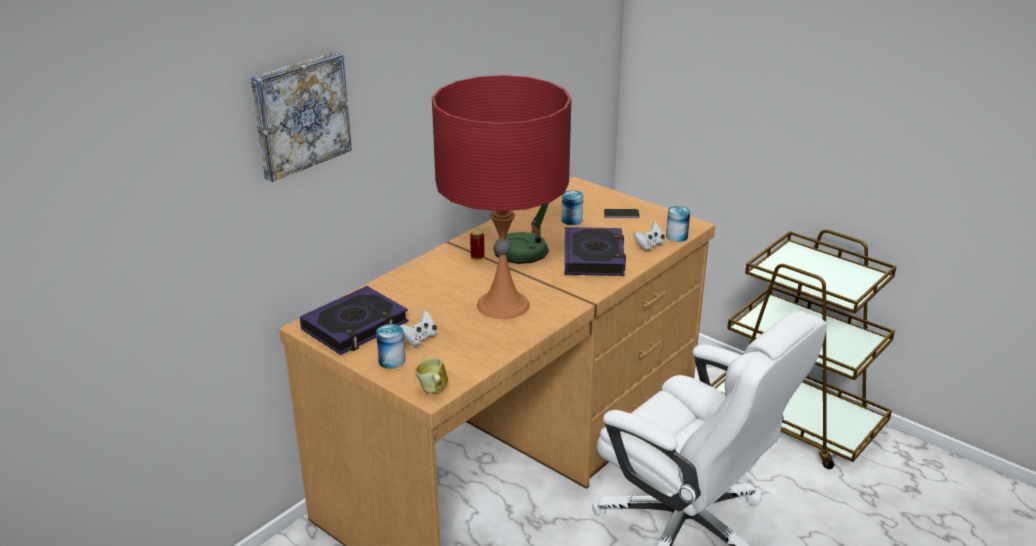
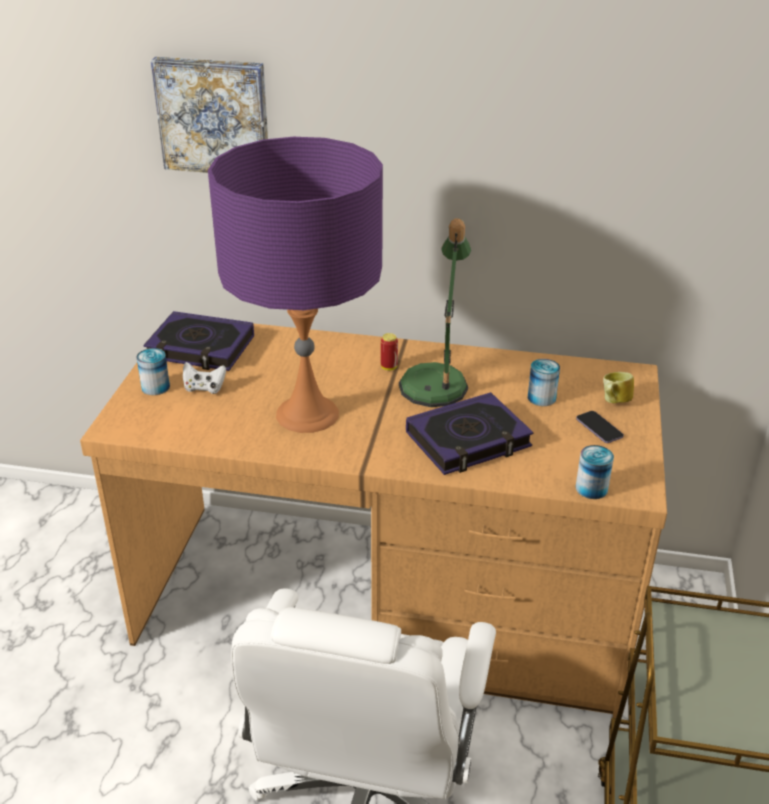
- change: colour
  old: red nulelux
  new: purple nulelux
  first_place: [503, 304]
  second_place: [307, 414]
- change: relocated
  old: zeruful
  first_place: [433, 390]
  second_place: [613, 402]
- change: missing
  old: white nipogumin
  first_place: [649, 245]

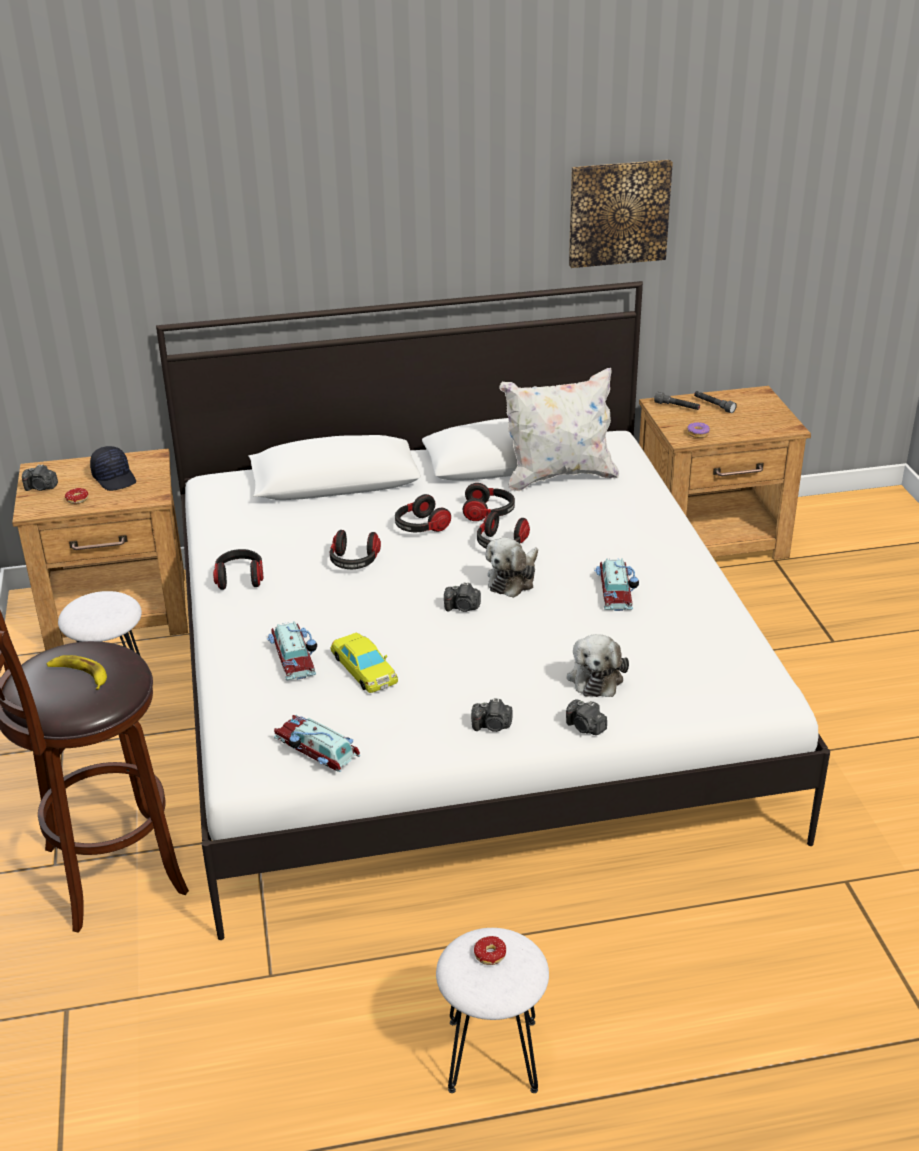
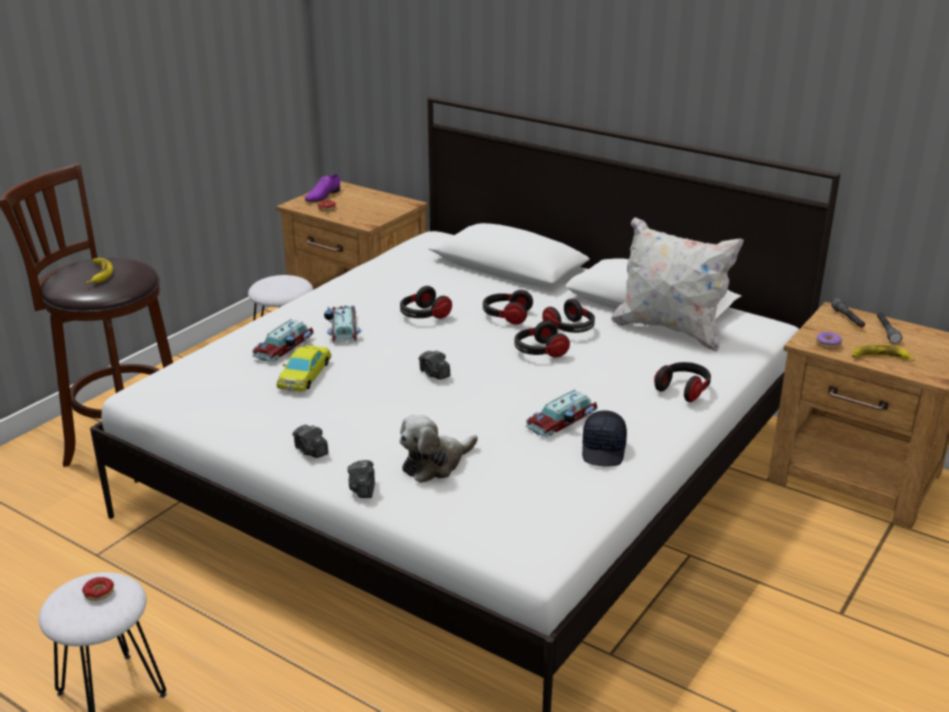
- change: exchanged
  old: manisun
  new: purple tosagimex
  first_place: [41, 488]
  second_place: [322, 195]
- change: relocated
  old: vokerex
  first_place: [316, 750]
  second_place: [342, 329]
- change: relocated
  old: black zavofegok
  first_place: [115, 478]
  second_place: [604, 450]
- change: relocated
  old: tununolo
  first_place: [240, 578]
  second_place: [683, 390]
- change: appeared
  new: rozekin
  second_place: [879, 358]
- change: missing
  old: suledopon
  first_place: [513, 579]
- change: missing
  old: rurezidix
  first_place: [618, 212]

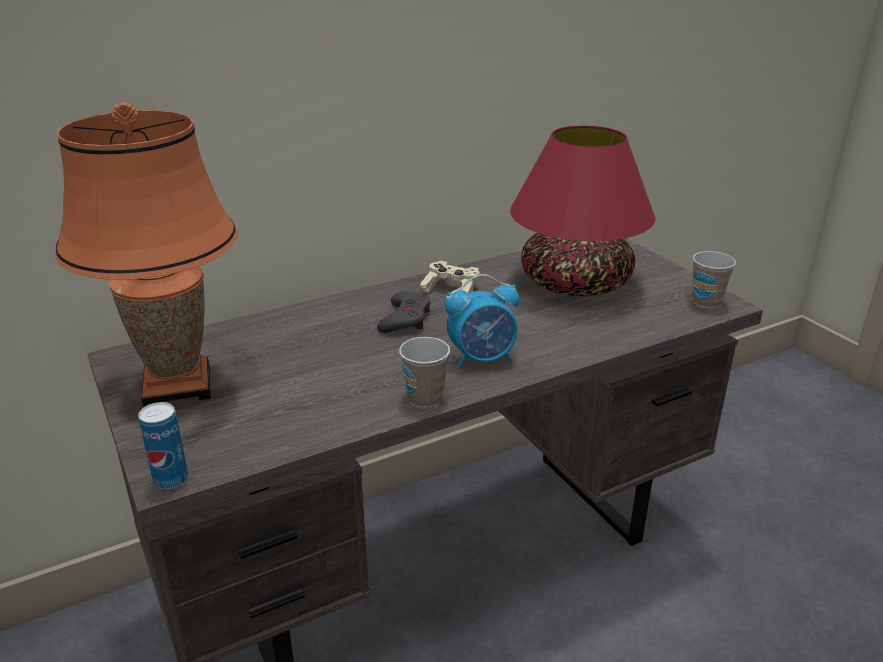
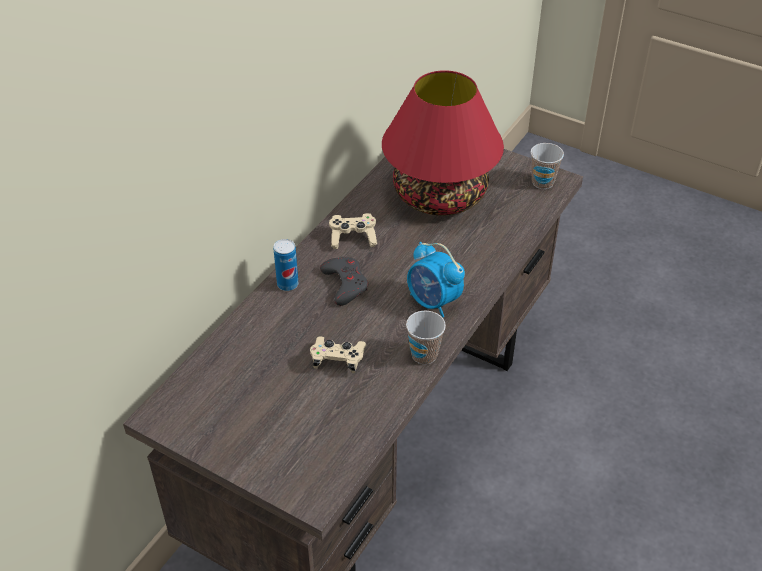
- change: relocated
  old: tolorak
  first_place: [171, 479]
  second_place: [287, 284]
- change: appeared
  new: beige nipogumin
  second_place: [338, 360]
- change: spun
  old: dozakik
  first_place: [482, 359]
  second_place: [433, 302]
  degrees: 90
- change: missing
  old: orange nulelux
  first_place: [178, 386]

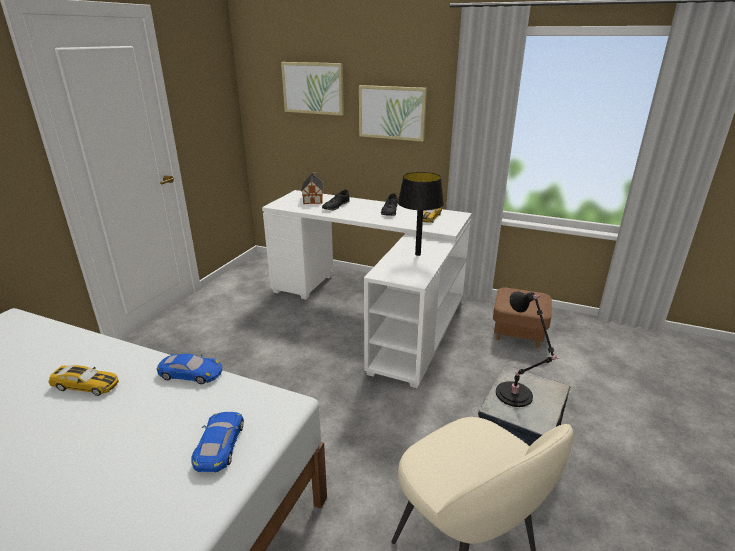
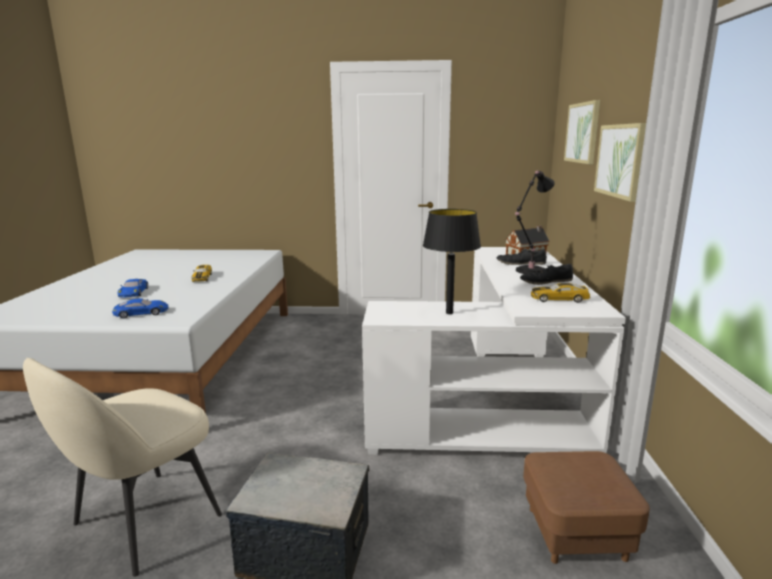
- change: relocated
  old: blue vokerex
  first_place: [191, 373]
  second_place: [133, 292]
- change: relocated
  old: black nulelux
  first_place: [515, 396]
  second_place: [529, 271]

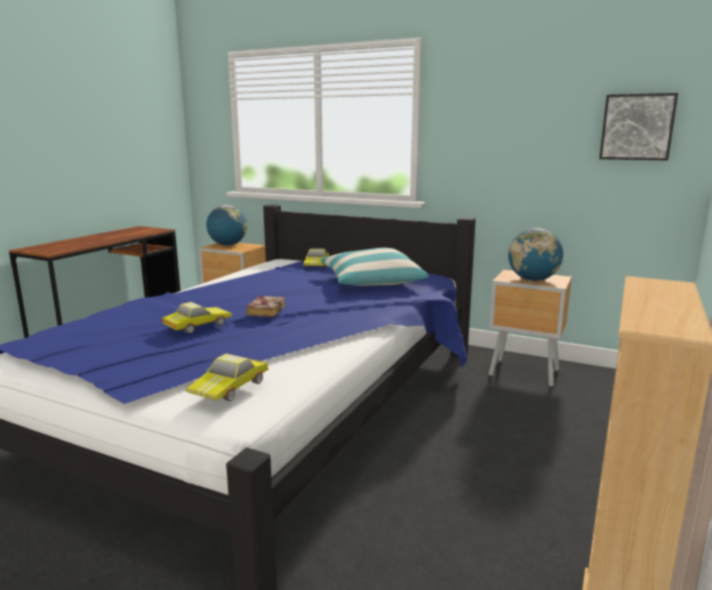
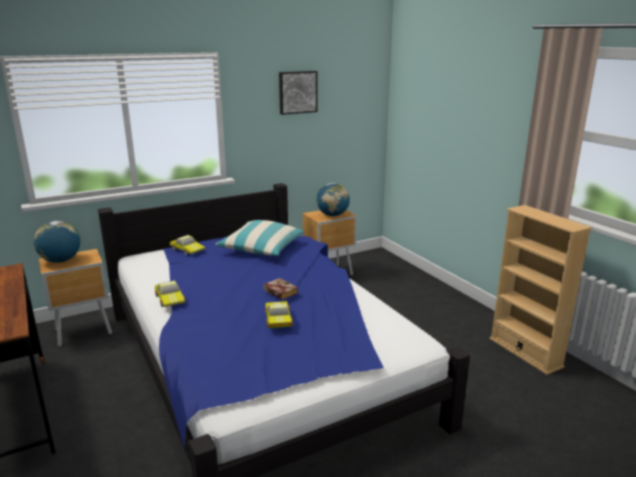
- change: relocated
  old: vokerex
  first_place: [231, 387]
  second_place: [171, 298]
- change: relocated
  old: rurezidix
  first_place: [637, 127]
  second_place: [297, 92]

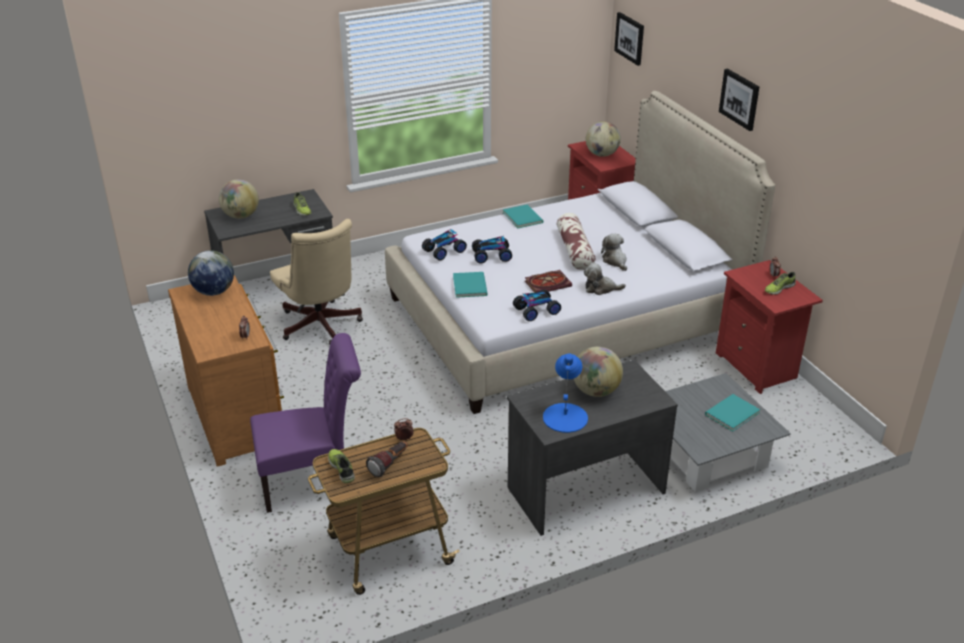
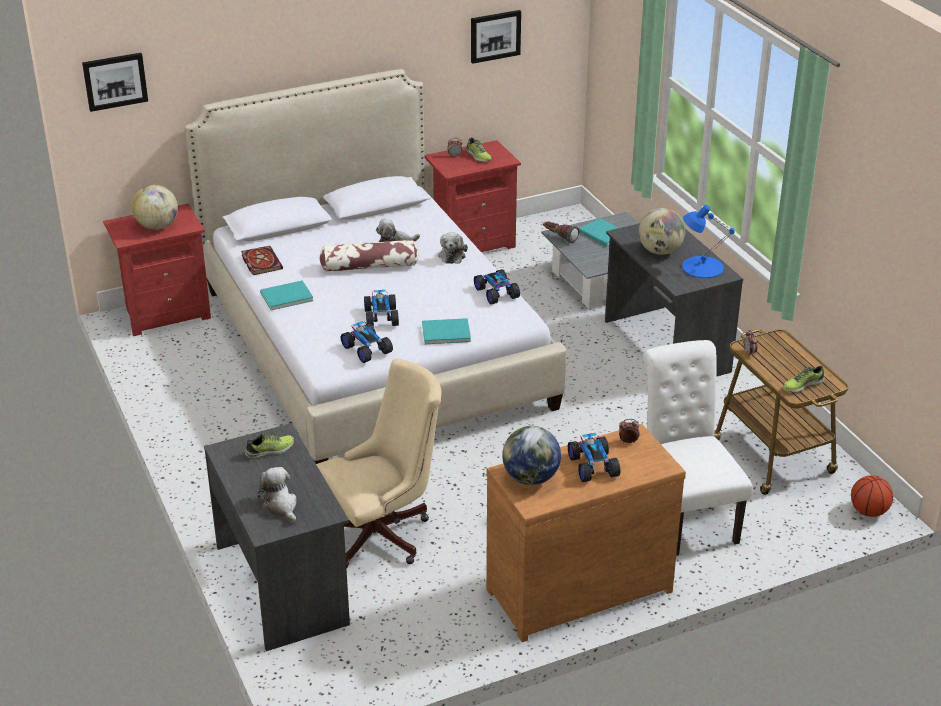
- change: relocated
  old: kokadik
  first_place: [548, 283]
  second_place: [260, 262]
- change: exchanged
  old: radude
  new: suledopon
  first_place: [241, 216]
  second_place: [280, 506]
- change: relocated
  old: rurezidix
  first_place: [740, 99]
  second_place: [495, 36]
- change: relocated
  old: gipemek
  first_place: [390, 464]
  second_place: [559, 237]
- change: appeared
  new: vokerex
  second_place: [592, 466]
- change: colour
  old: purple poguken
  new: white poguken
  first_place: [313, 482]
  second_place: [685, 514]
- change: appeared
  new: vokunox
  second_place: [869, 511]

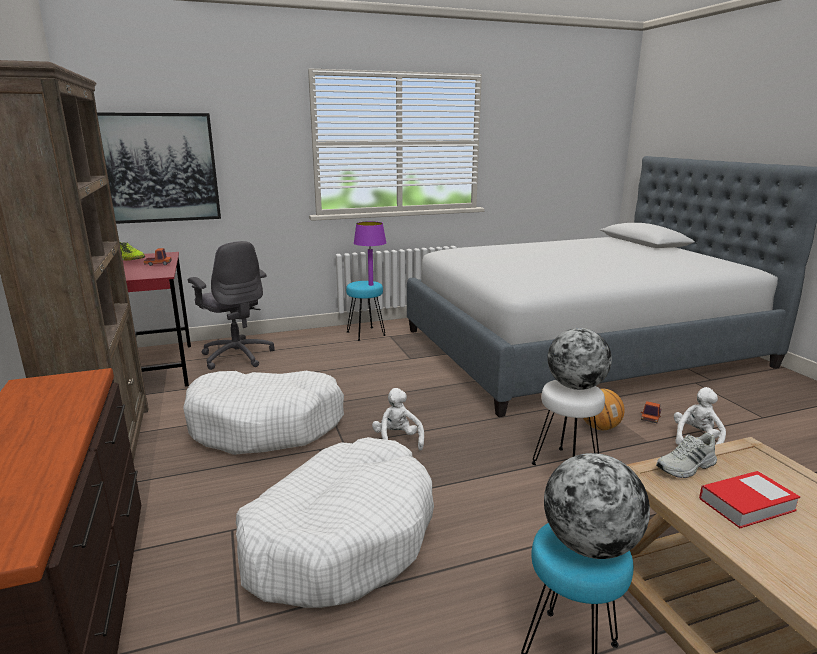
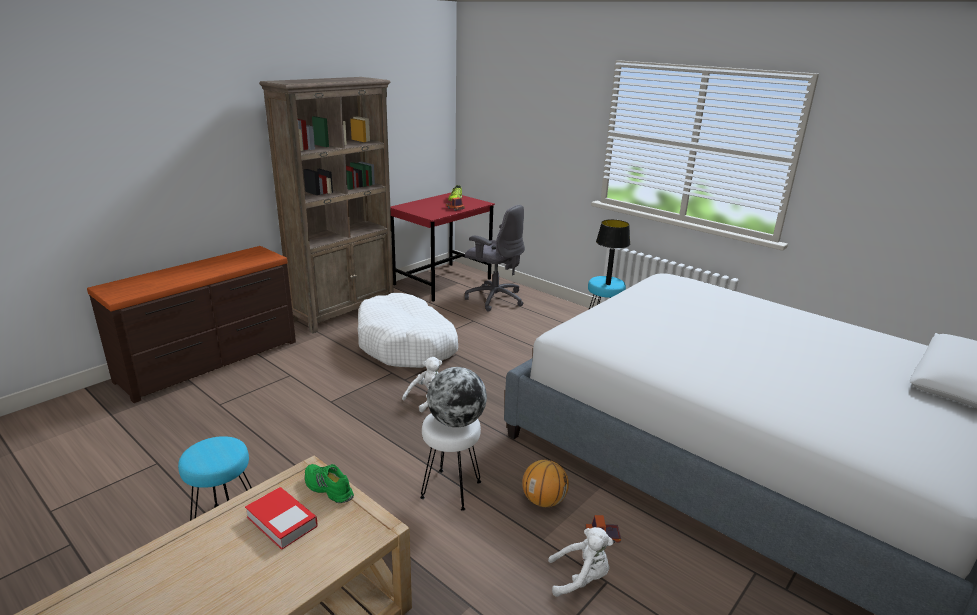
- change: colour
  old: white tosagimex
  new: green tosagimex
  first_place: [686, 467]
  second_place: [327, 488]
- change: spun
  old: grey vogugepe
  first_place: [237, 356]
  second_place: [494, 299]
  degrees: -75
- change: colour
  old: purple nulelux
  new: black nulelux
  first_place: [371, 285]
  second_place: [608, 284]
- change: missing
  old: rurezidix
  first_place: [160, 168]
- change: missing
  old: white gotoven
  first_place: [340, 537]
- change: missing
  old: radude
  first_place: [590, 545]

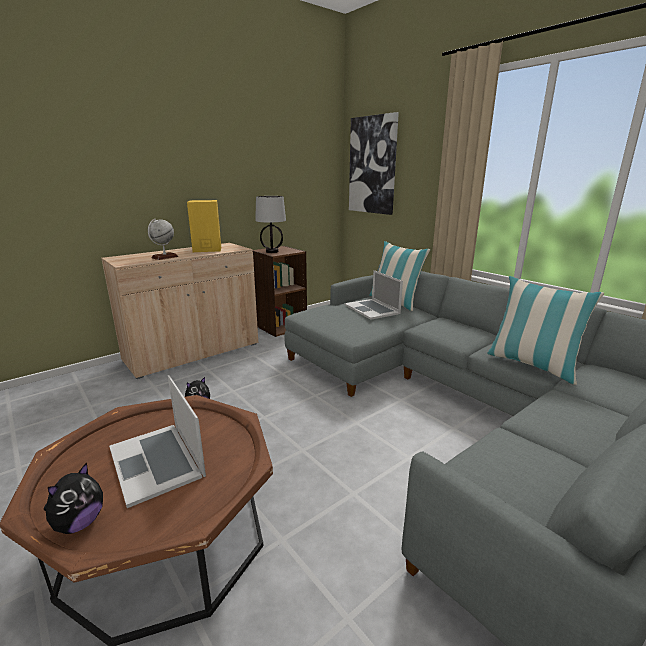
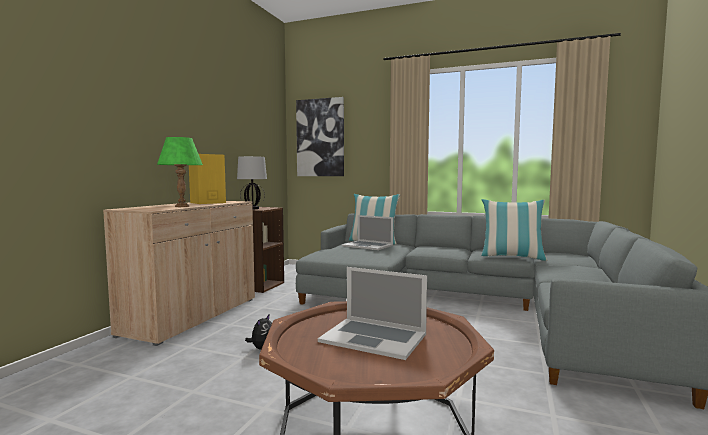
- change: exchanged
  old: radude
  new: green nulelux
  first_place: [164, 257]
  second_place: [181, 206]
- change: missing
  old: suledopon
  first_place: [79, 523]

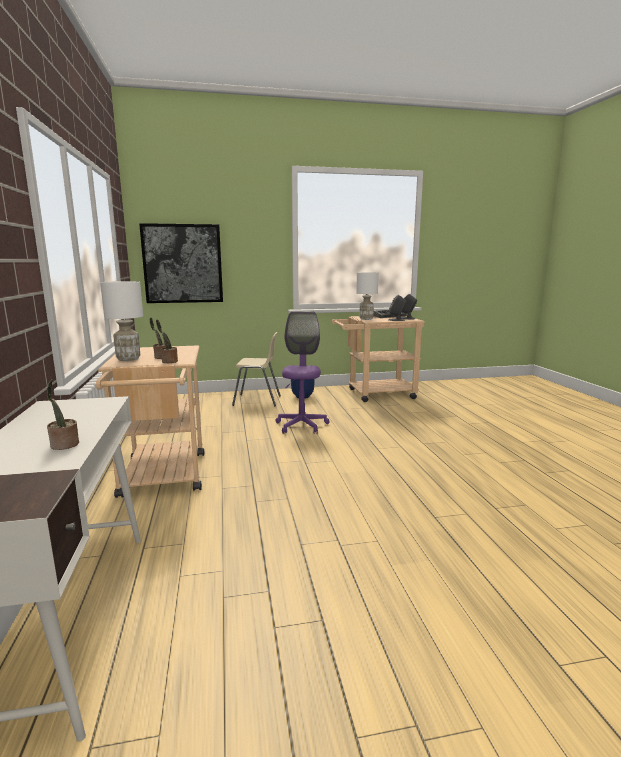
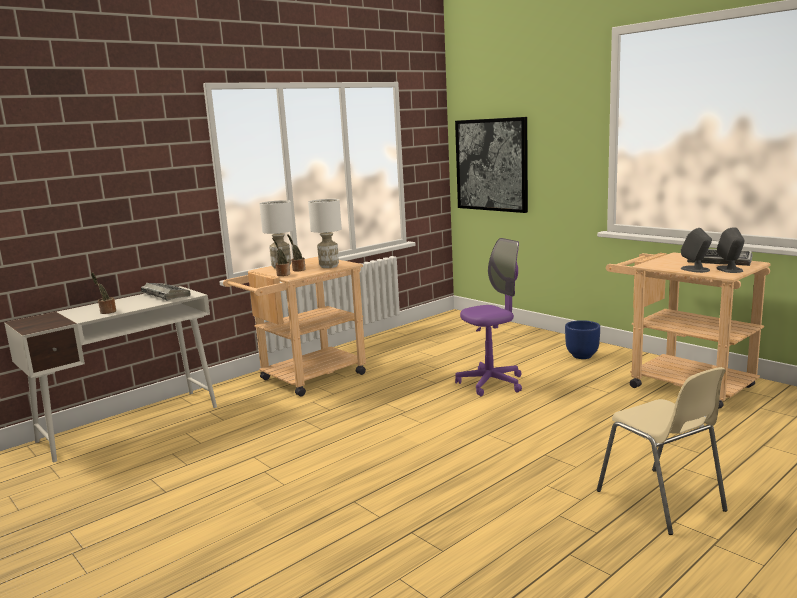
- change: appeared
  new: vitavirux
  second_place: [165, 295]
- change: relocated
  old: white nulelux
  first_place: [366, 319]
  second_place: [329, 266]
- change: relocated
  old: beige poguken
  first_place: [257, 400]
  second_place: [661, 501]

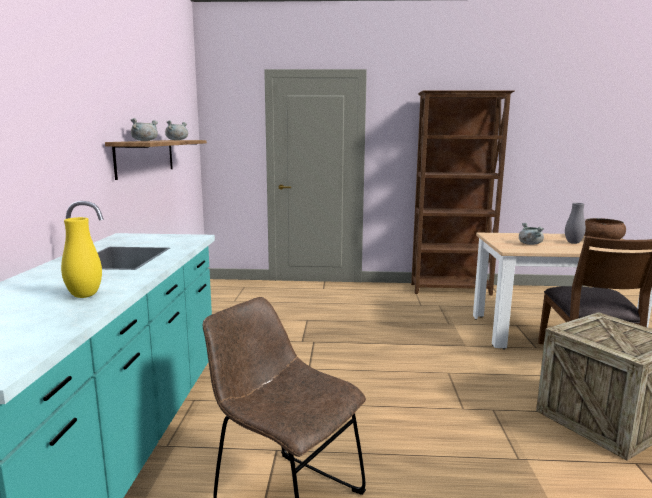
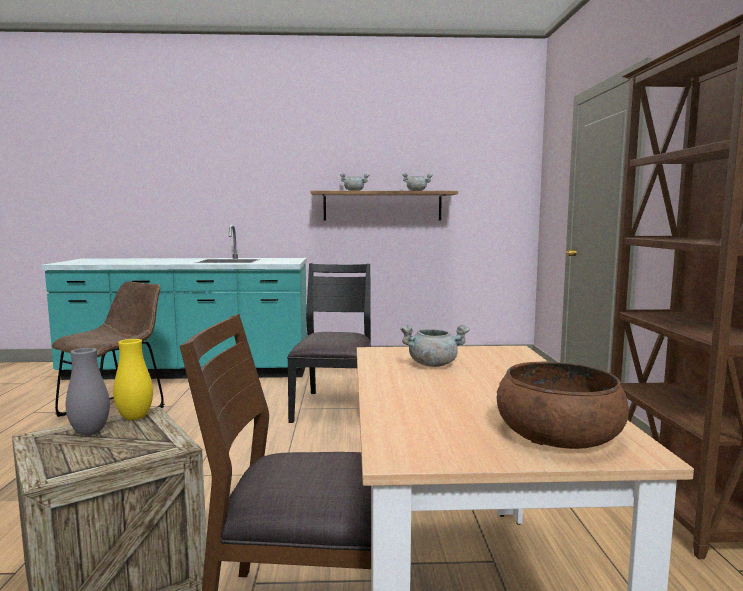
- change: relocated
  old: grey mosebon
  first_place: [573, 243]
  second_place: [90, 432]
- change: relocated
  old: yellow mosebon
  first_place: [84, 295]
  second_place: [135, 417]
- change: appeared
  new: black poguken
  second_place: [335, 407]

